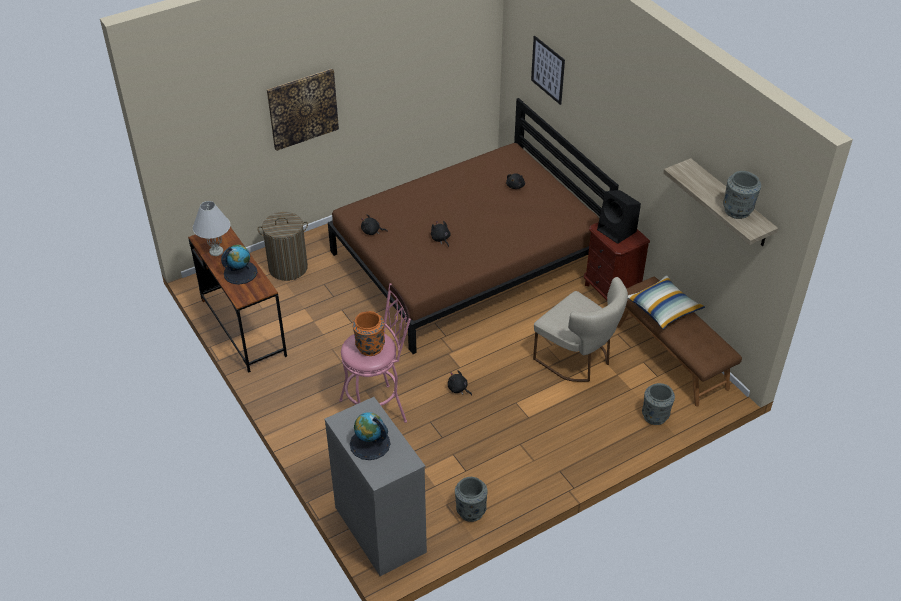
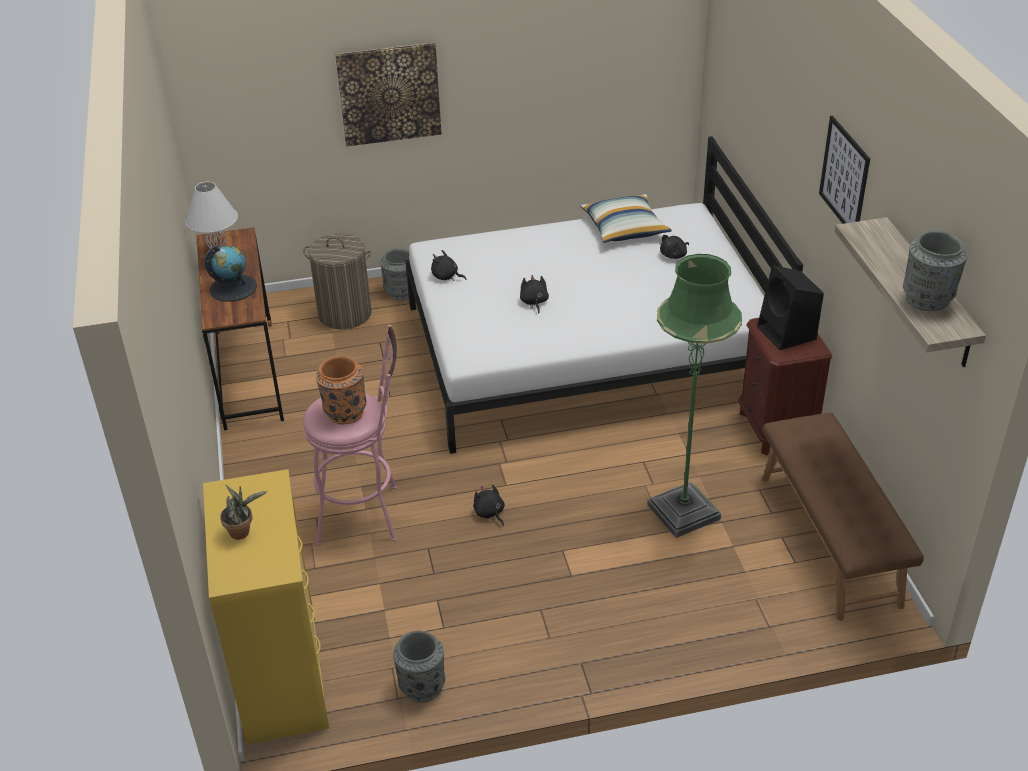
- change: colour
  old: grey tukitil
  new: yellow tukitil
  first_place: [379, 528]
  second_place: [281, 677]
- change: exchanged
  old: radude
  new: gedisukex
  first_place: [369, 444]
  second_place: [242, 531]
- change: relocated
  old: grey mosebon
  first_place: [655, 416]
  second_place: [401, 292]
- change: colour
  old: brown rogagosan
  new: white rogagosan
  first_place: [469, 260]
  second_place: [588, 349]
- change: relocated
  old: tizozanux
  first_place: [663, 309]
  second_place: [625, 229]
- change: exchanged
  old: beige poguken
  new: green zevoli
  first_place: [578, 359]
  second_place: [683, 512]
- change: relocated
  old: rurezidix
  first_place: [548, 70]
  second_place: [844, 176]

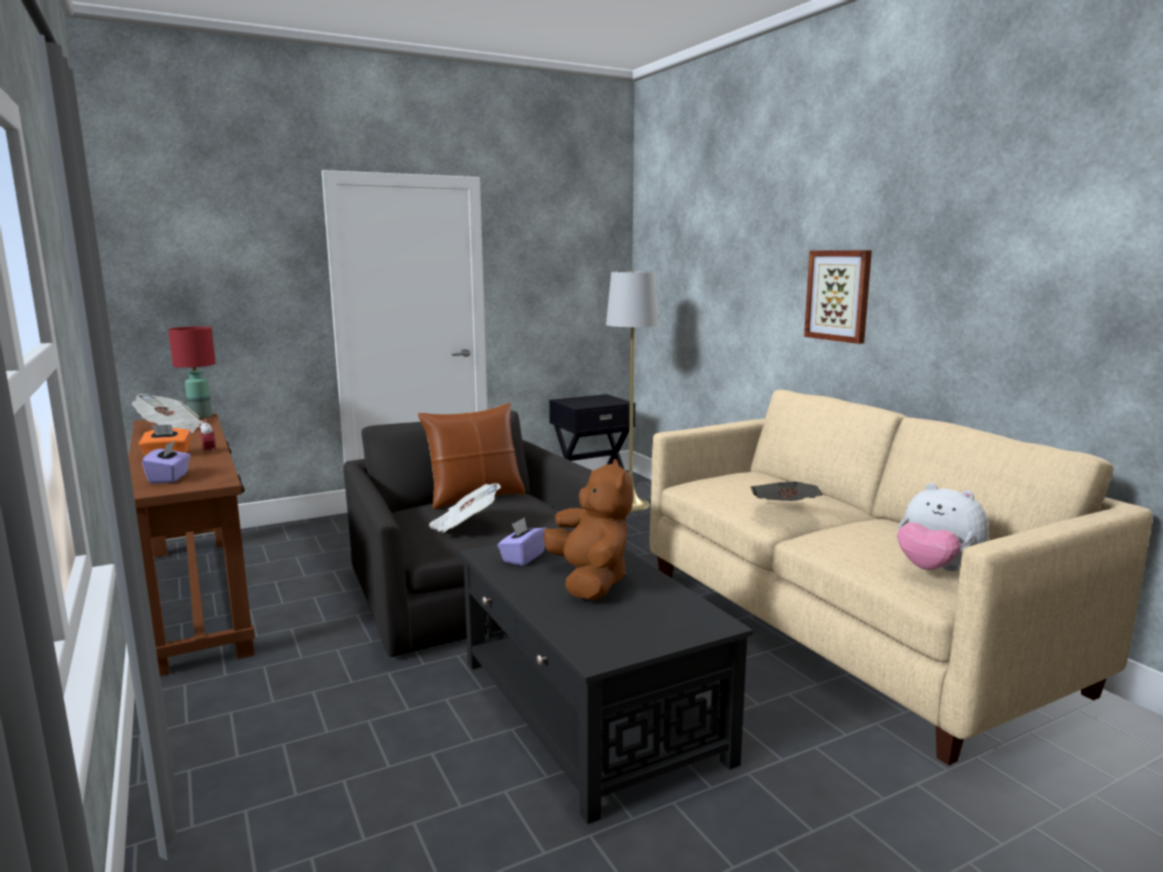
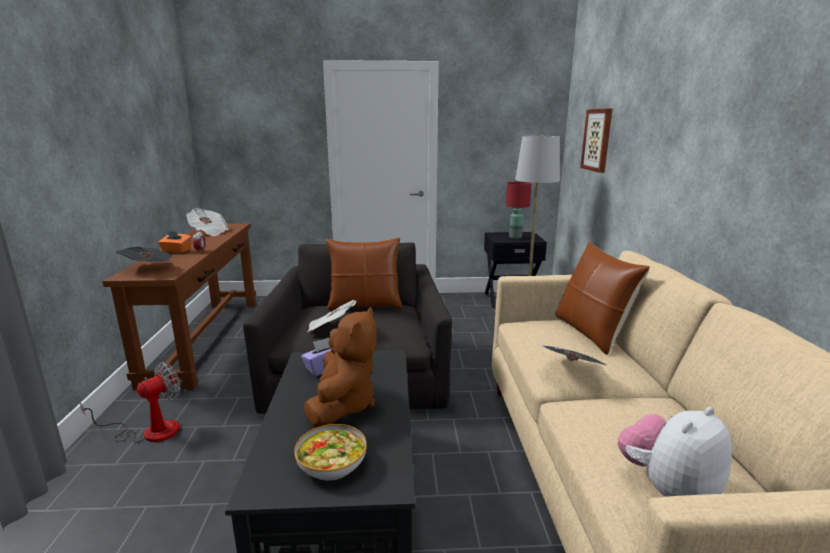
- change: appeared
  new: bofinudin
  second_place: [150, 431]
- change: exchanged
  old: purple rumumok
  new: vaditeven
  first_place: [169, 478]
  second_place: [150, 268]
- change: appeared
  new: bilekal
  second_place: [332, 463]
- change: relocated
  old: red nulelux
  first_place: [200, 417]
  second_place: [515, 237]
- change: appeared
  new: brown tizozanux
  second_place: [591, 333]
- change: relocated
  old: rurezidix
  first_place: [838, 295]
  second_place: [597, 140]
- change: spun
  old: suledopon
  first_place: [935, 569]
  second_place: [667, 488]
  degrees: 75

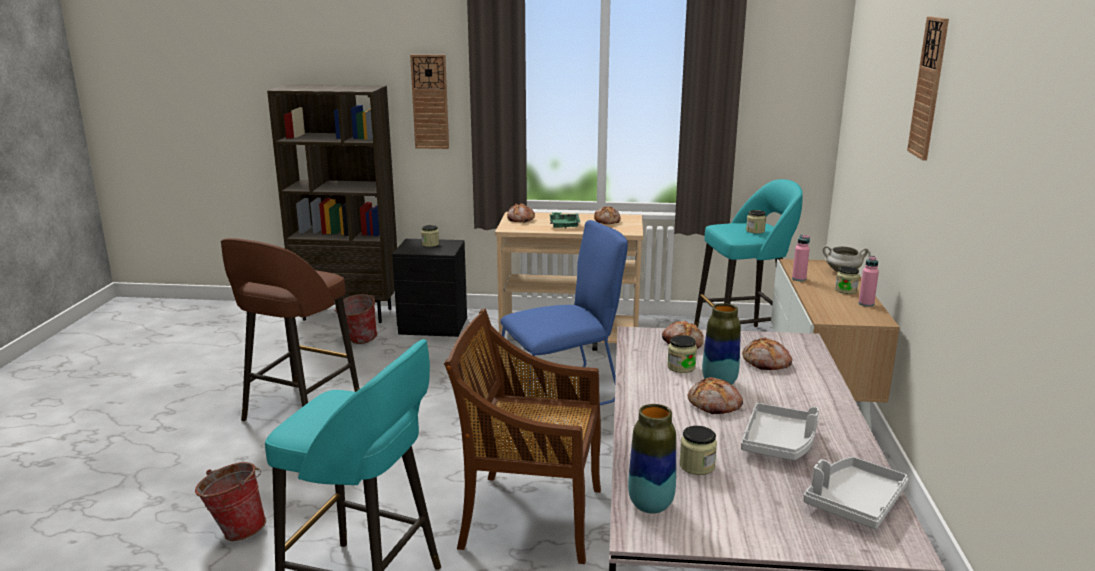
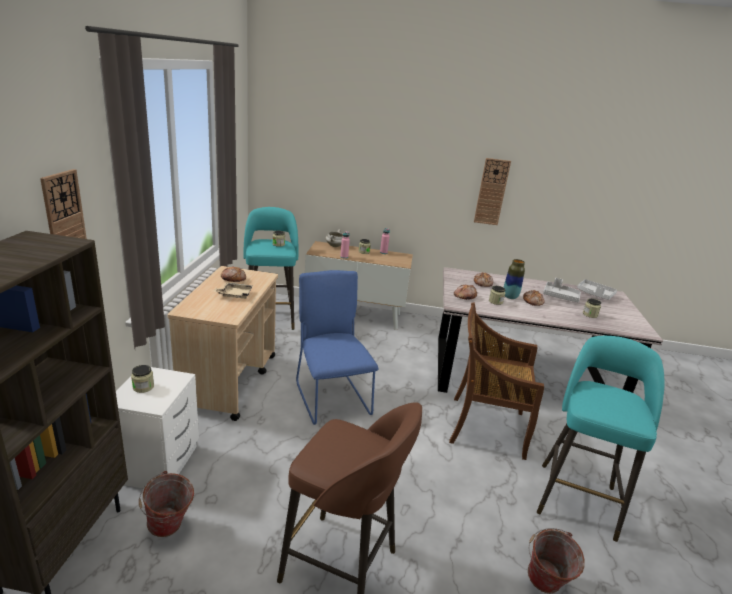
- change: colour
  old: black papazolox
  new: white papazolox
  first_place: [434, 326]
  second_place: [160, 462]
- change: colour
  old: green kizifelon
  new: beige kizifelon
  first_place: [564, 225]
  second_place: [235, 295]
- change: spun
  old: brown poguken
  first_place: [529, 517]
  second_place: [485, 426]
  degrees: 90
- change: relocated
  old: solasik
  first_place: [929, 88]
  second_place: [491, 192]
- change: missing
  old: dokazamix
  first_place: [520, 219]
- change: missing
  old: mosebon
  first_place: [650, 505]

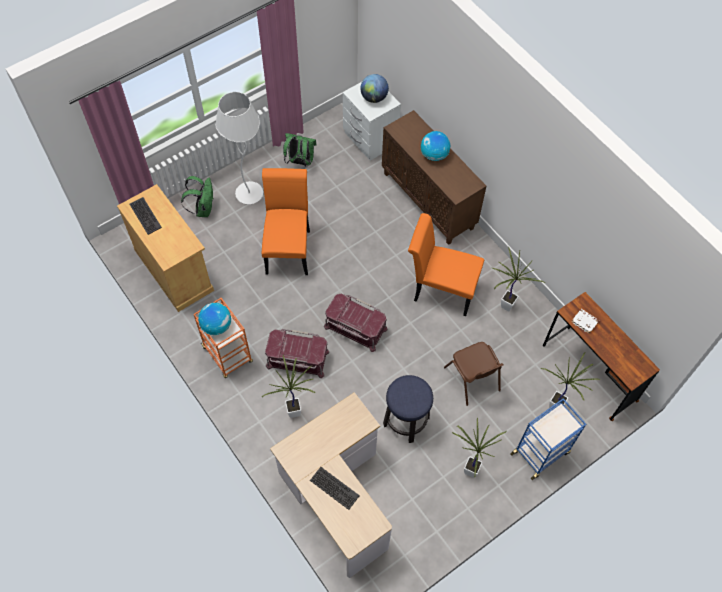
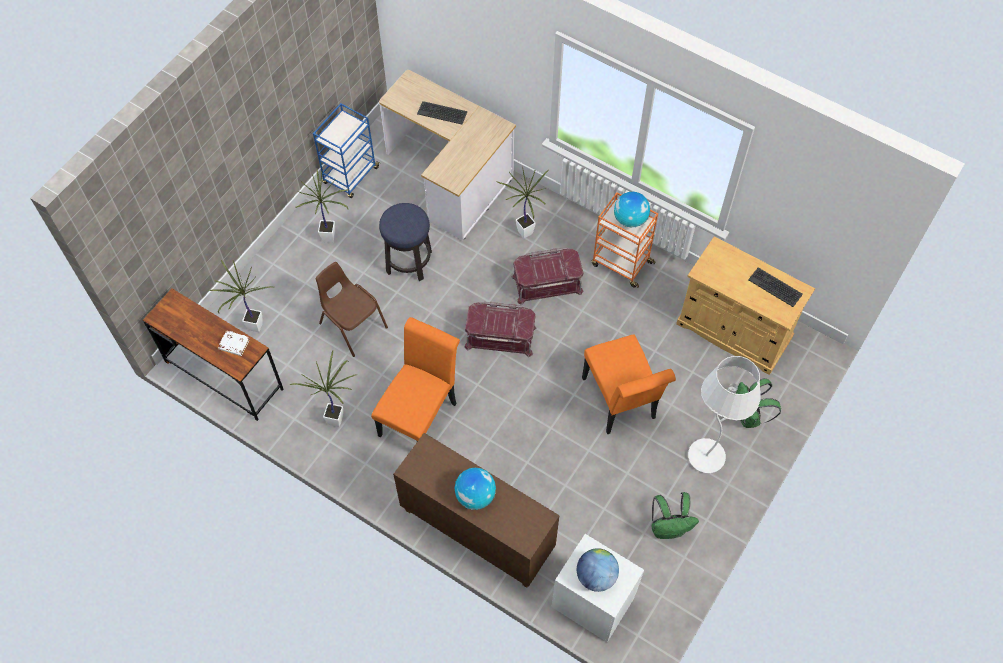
- change: relocated
  old: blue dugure
  first_place: [541, 452]
  second_place: [350, 176]
- change: spun
  old: orange poguken
  first_place: [440, 289]
  second_place: [420, 414]
  degrees: -60

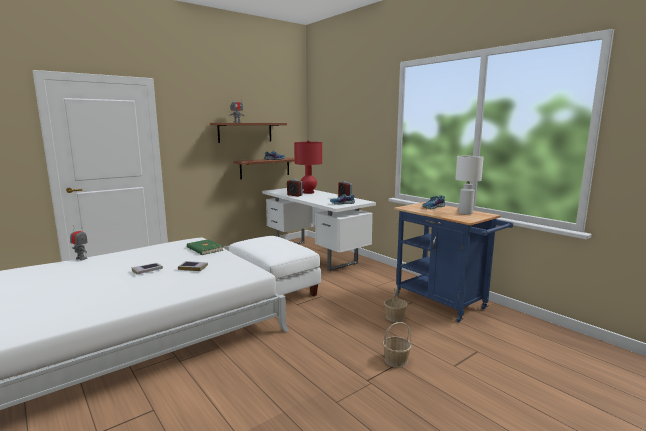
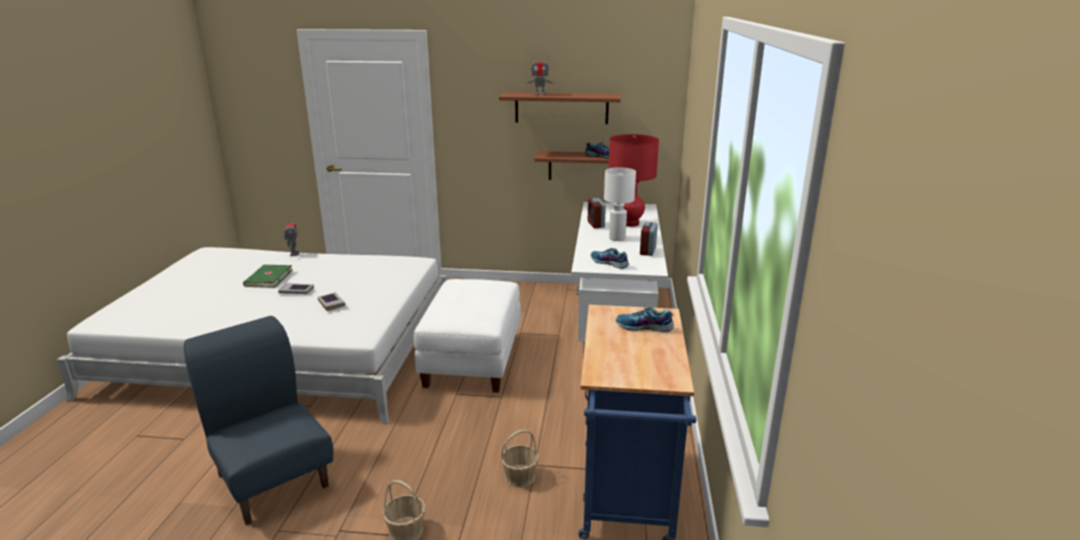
- change: appeared
  new: blue poguken
  second_place: [273, 479]
- change: relocated
  old: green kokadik
  first_place: [204, 249]
  second_place: [268, 278]
- change: relocated
  old: white nulelux
  first_place: [466, 213]
  second_place: [617, 238]

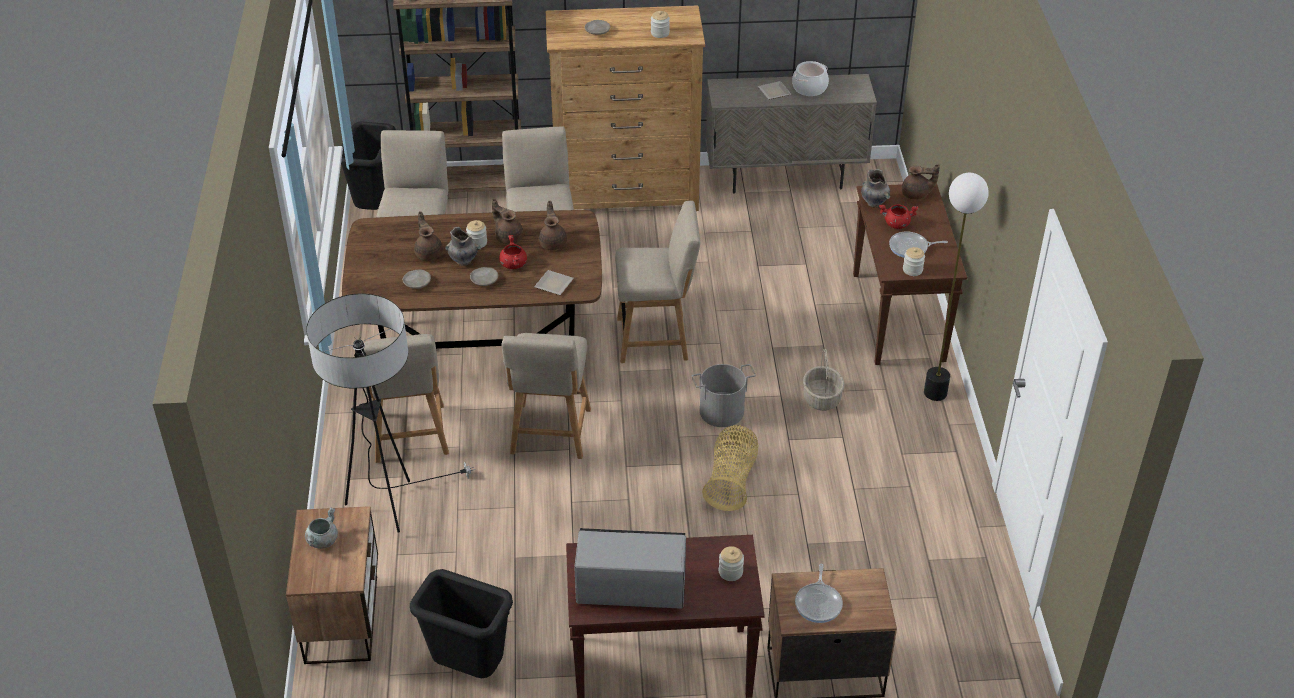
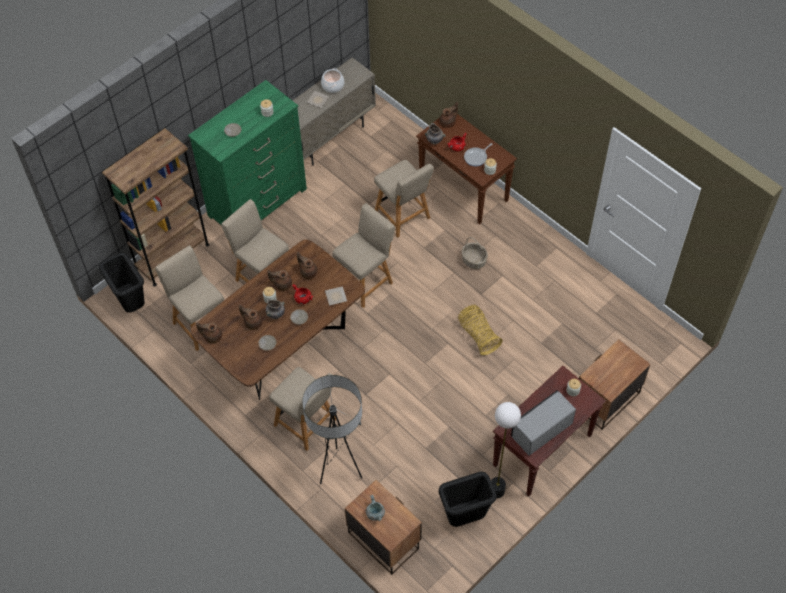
- change: colour
  old: brown tukitil
  new: green tukitil
  first_place: [626, 193]
  second_place: [258, 202]
- change: appeared
  new: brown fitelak
  second_place: [212, 336]
- change: relocated
  old: beige poguken
  first_place: [550, 435]
  second_place: [403, 216]
- change: relocated
  old: zevoli
  first_place: [935, 393]
  second_place: [497, 491]
- change: missing
  old: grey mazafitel
  first_place: [722, 412]
- change: missing
  old: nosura
  first_place: [819, 603]

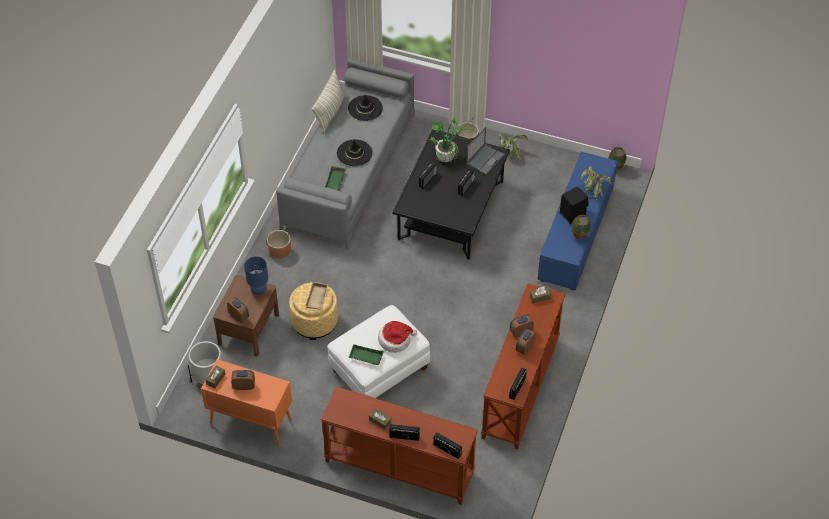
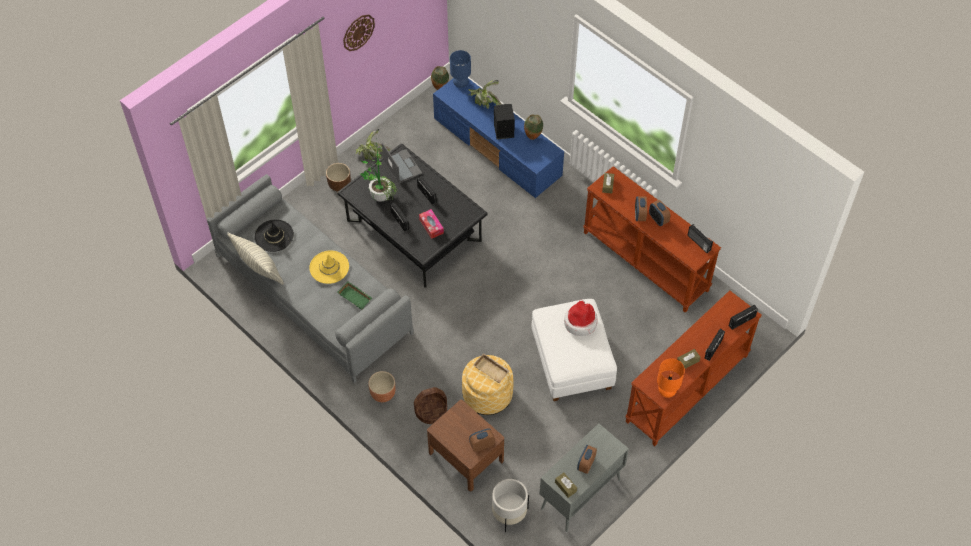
- change: colour
  old: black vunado
  new: yellow vunado
  first_place: [354, 153]
  second_place: [329, 267]
- change: appeared
  new: solasik
  second_place: [358, 32]
- change: appeared
  new: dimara
  second_place: [430, 411]
- change: appeared
  new: rumumok
  second_place: [431, 226]
- change: relocated
  old: blue nulelux
  first_place: [258, 290]
  second_place: [460, 84]
- change: colour
  old: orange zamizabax
  new: grey zamizabax
  first_place: [250, 422]
  second_place: [580, 495]
- change: appeared
  new: orange nulelux
  second_place: [667, 391]
- change: missing
  old: green kizifelon
  first_place: [365, 357]

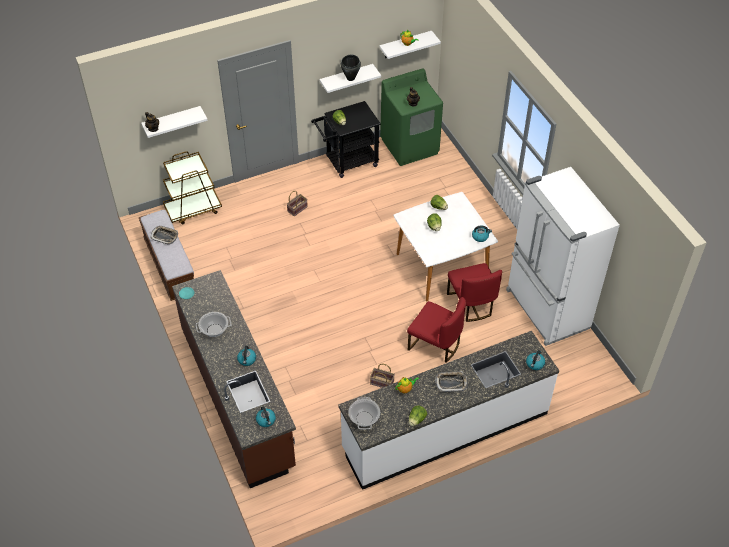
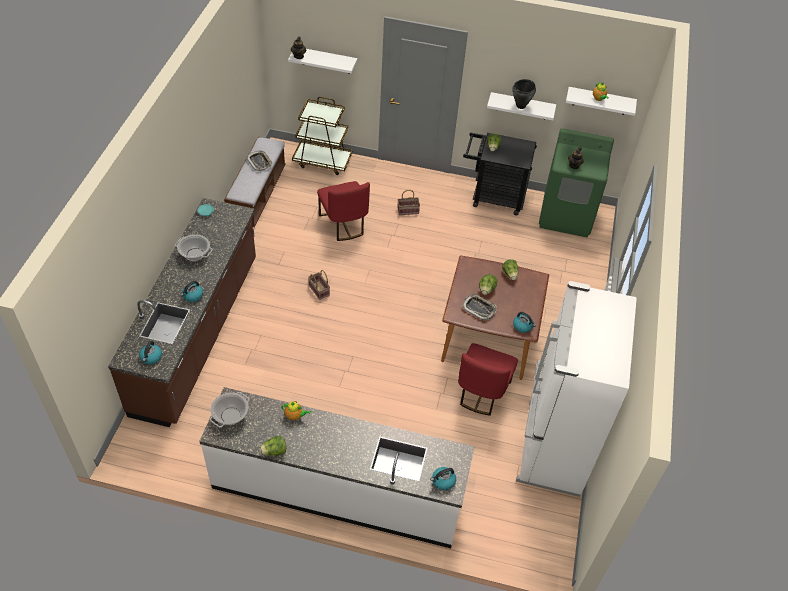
- change: relocated
  old: dimara
  first_place: [381, 383]
  second_place: [318, 290]
- change: relocated
  old: red poguken
  first_place: [435, 345]
  second_place: [343, 224]
- change: colour
  old: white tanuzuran
  new: brown tanuzuran
  first_place: [441, 266]
  second_place: [487, 339]
- change: relocated
  old: kizifelon
  first_place: [451, 383]
  second_place: [479, 308]

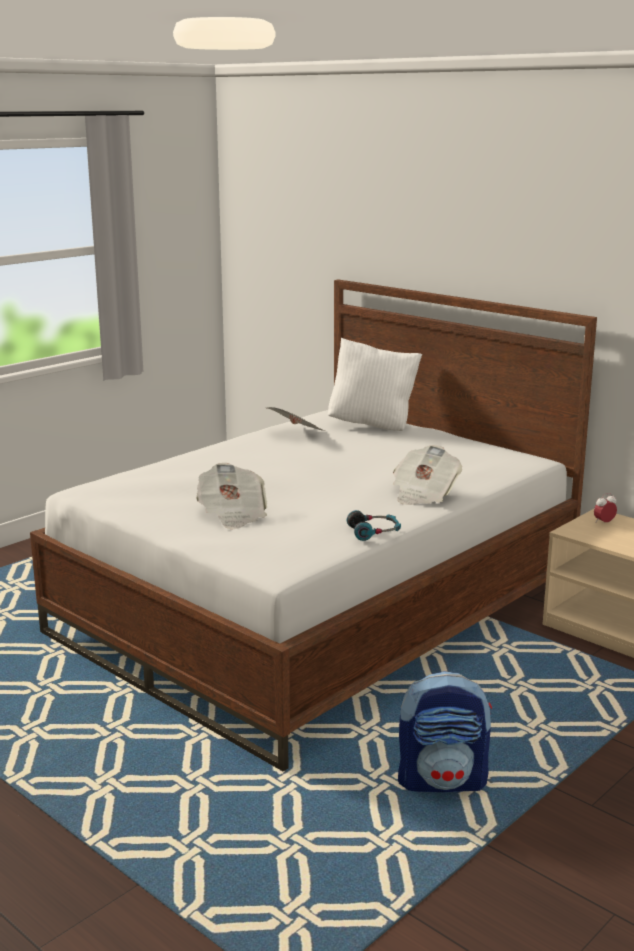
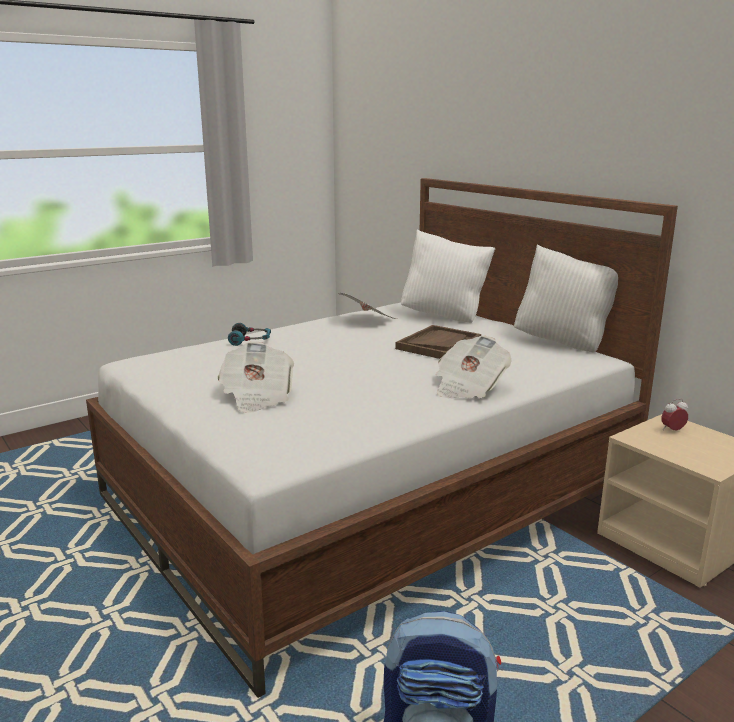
- change: relocated
  old: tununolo
  first_place: [374, 532]
  second_place: [250, 341]
- change: appeared
  new: brown kizifelon
  second_place: [438, 344]
- change: appeared
  new: white tizozanux
  second_place: [563, 343]

